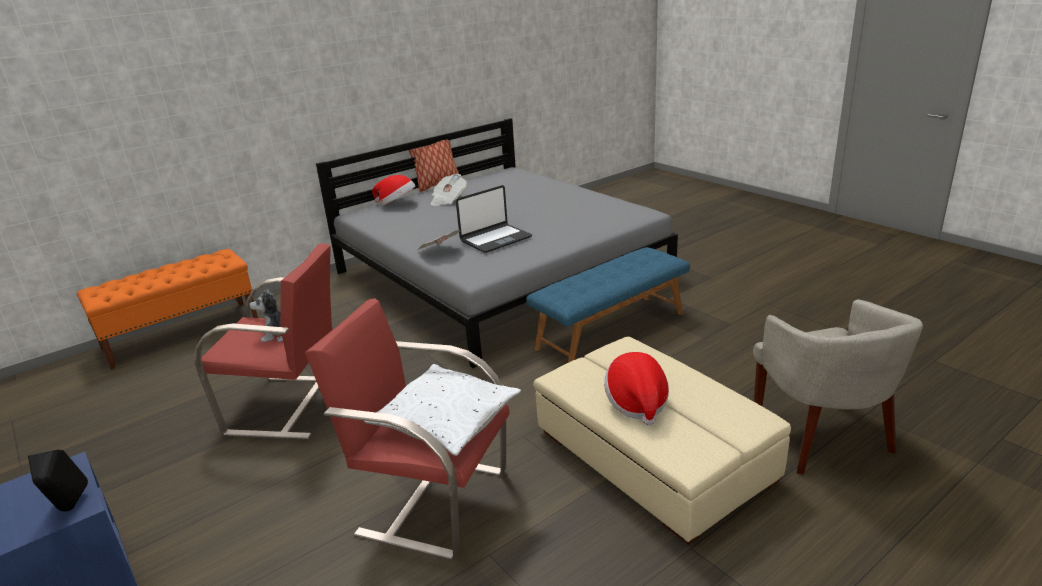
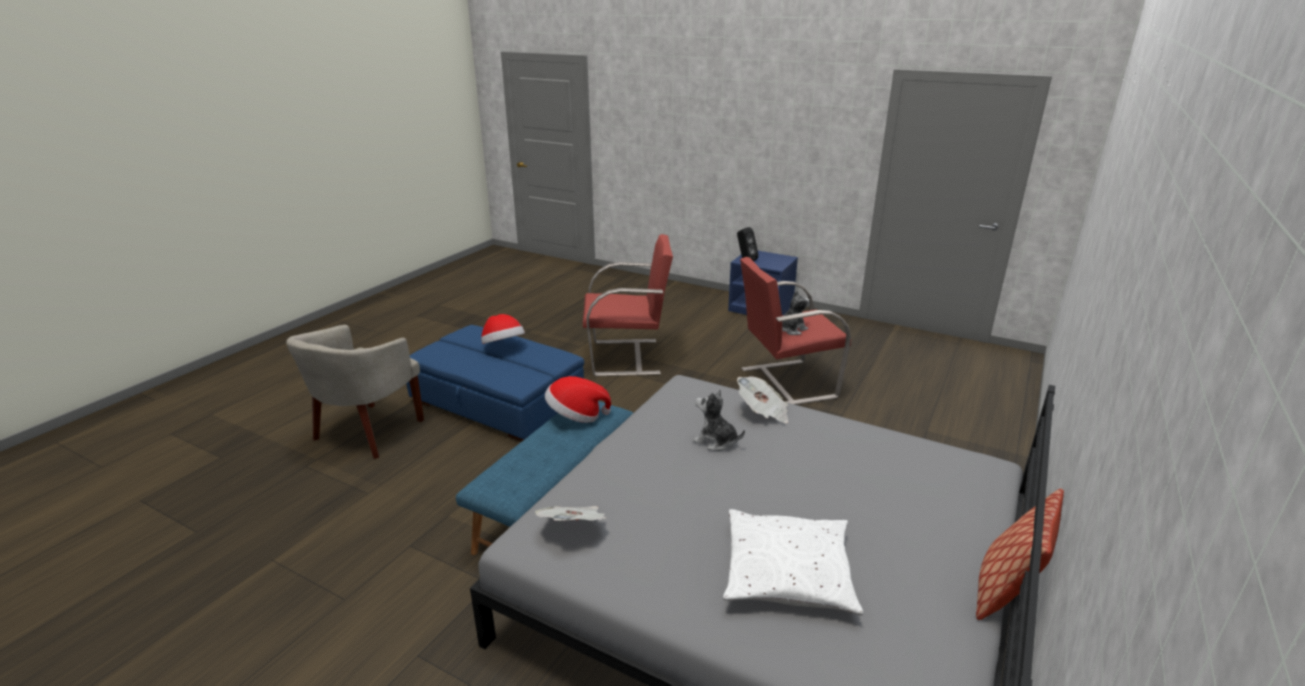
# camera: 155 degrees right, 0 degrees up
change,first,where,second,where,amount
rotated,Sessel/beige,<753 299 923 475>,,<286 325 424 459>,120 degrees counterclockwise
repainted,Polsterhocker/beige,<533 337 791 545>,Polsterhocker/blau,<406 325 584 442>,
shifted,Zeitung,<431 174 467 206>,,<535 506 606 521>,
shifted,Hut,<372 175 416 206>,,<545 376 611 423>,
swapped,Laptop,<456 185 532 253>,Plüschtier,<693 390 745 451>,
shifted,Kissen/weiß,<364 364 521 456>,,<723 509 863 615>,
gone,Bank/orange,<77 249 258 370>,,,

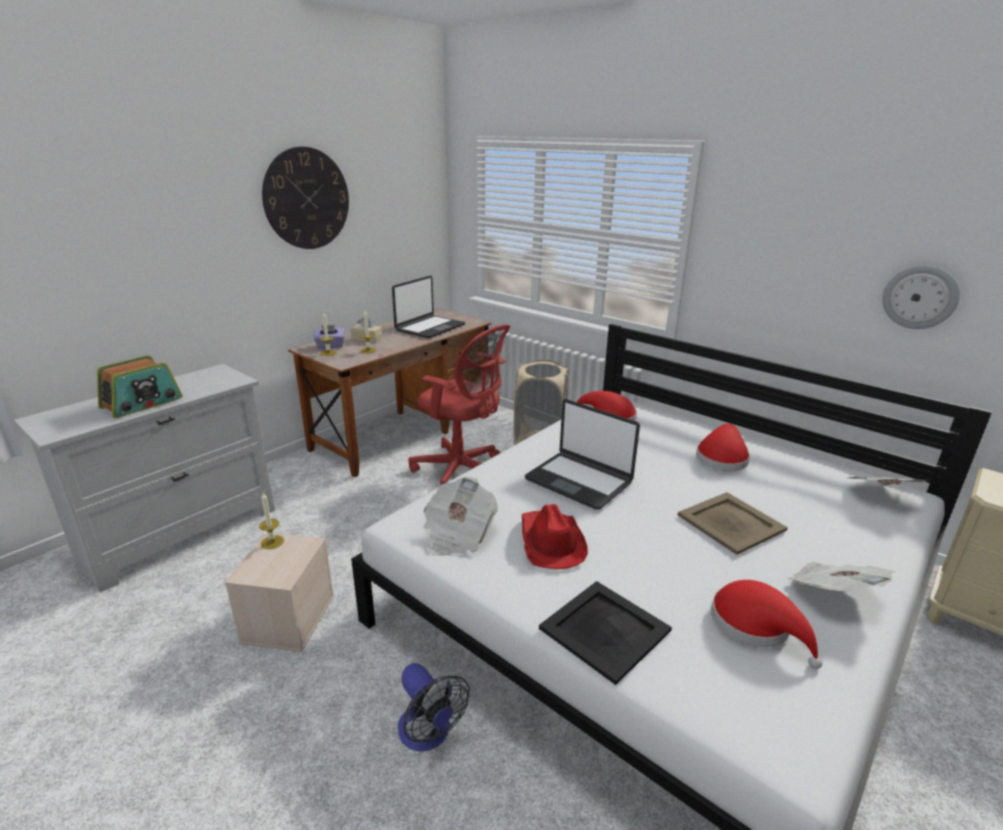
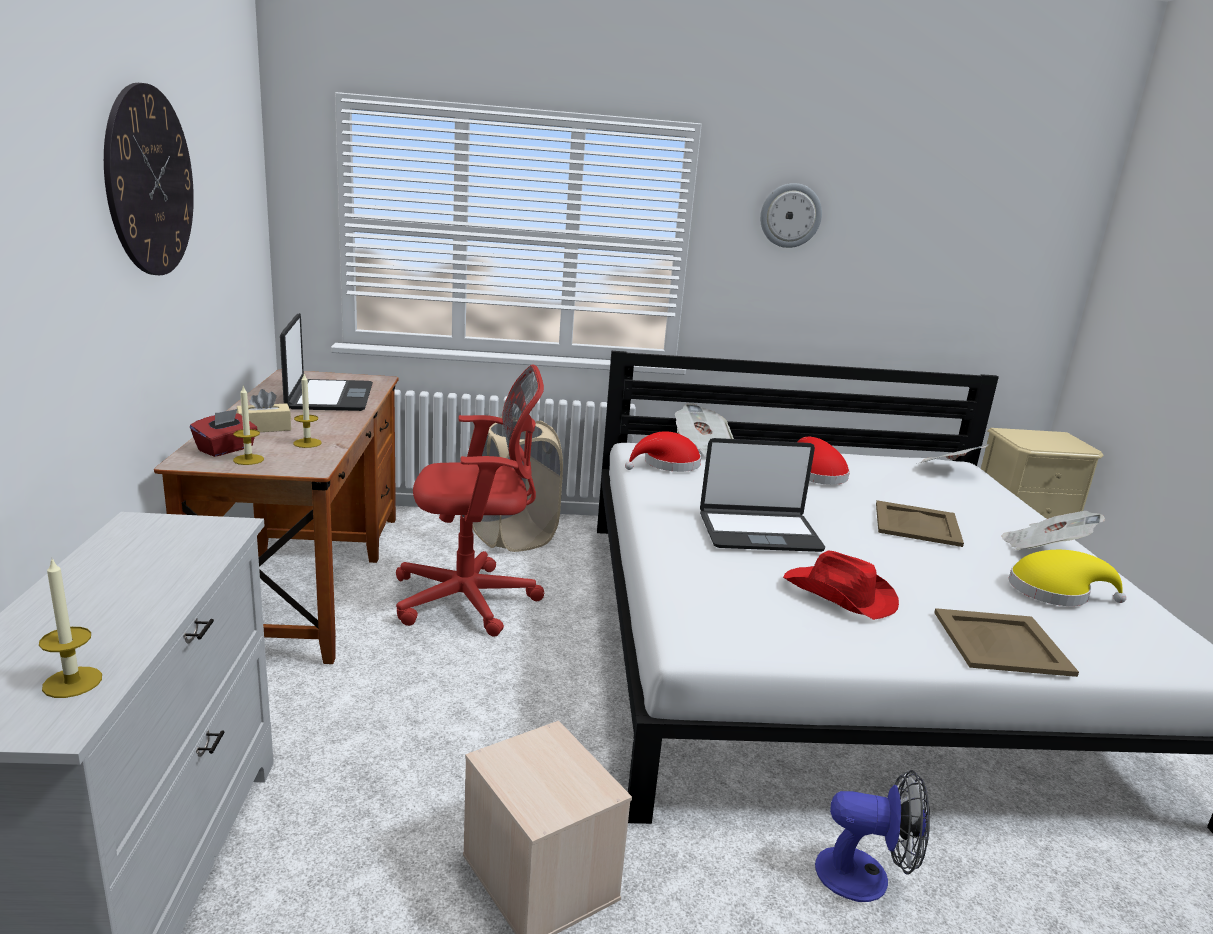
# camera: 45 degrees left, 5 degrees down
change,first,where,second,where,amount
shifted,Kerze,<259 493 284 549>,,<39 559 102 698>,
repainted,Taschentuchbox/lila,<314 325 344 349>,Taschentuchbox/rot,<190 409 257 457>,
shifted,Zeitung,<424 477 498 556>,,<675 403 734 456>,
shifted,Wanduhr,<883 266 960 329>,,<760 183 822 248>,
repainted,Tablett/schwarz,<539 581 672 685>,Tablett/beige,<934 608 1079 677>,
repainted,Hut/rot,<711 580 822 669>,Hut/gelb,<1009 550 1127 606>,
gone,Radio,<97 355 183 418>,,,

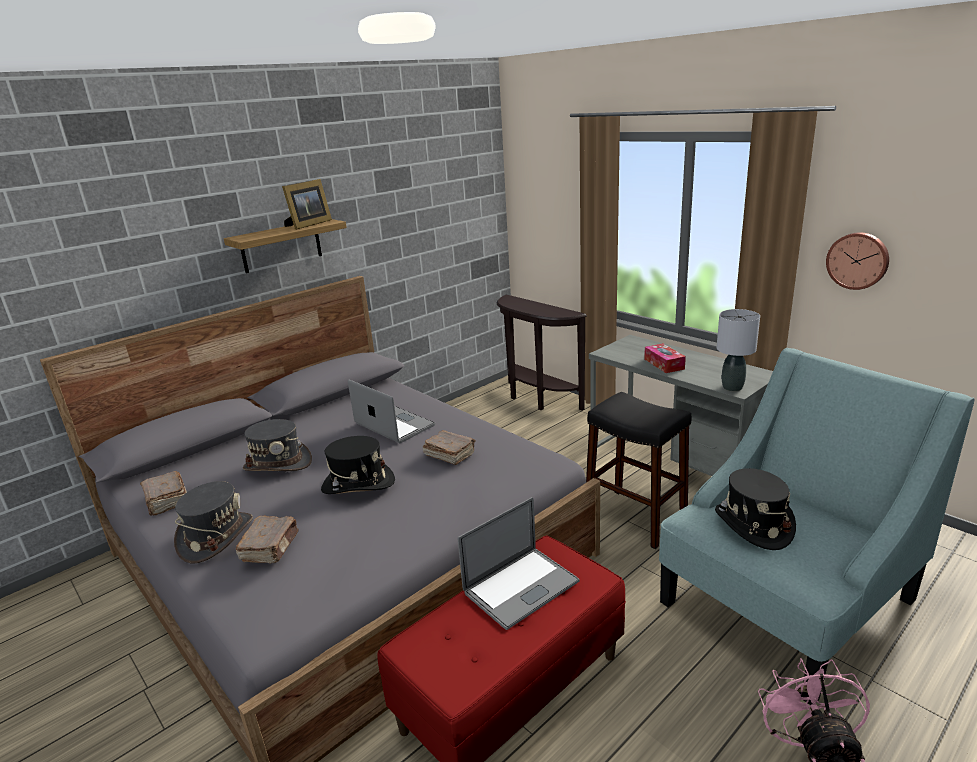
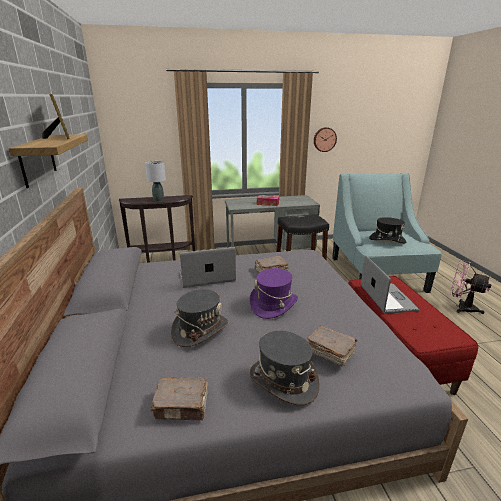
# camera: 60 degrees left, 0 degrees up
change,first,where,second,where,amount
shifted,Tischlampe/grau,<717 309 760 391>,,<145 161 166 202>,
repainted,Hut/schwarz,<321 436 395 494>,Hut/lila,<249 268 298 319>,

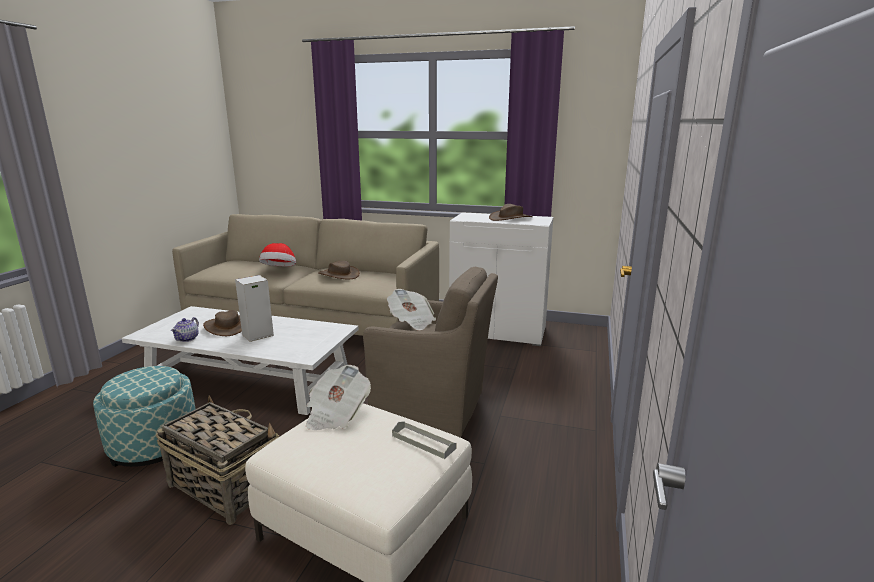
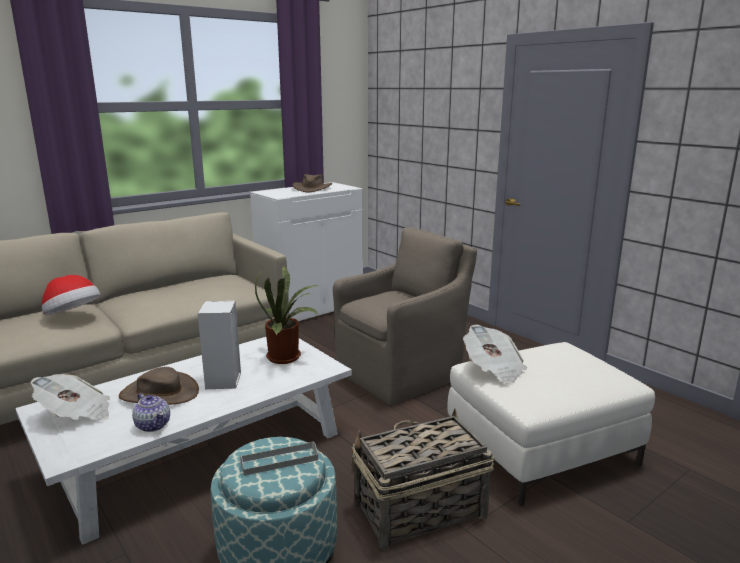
# camera: 55 degrees left, 0 degrees up
change,first,where,second,where,amount
shifted,Zeitung,<387 289 436 331>,,<31 374 110 420>,
shifted,Tablett/grau,<392 421 456 459>,,<240 441 318 476>,
new,,,Topfpflanze,<255 266 318 364>,
gone,Hut/braun,<318 261 360 279>,,,

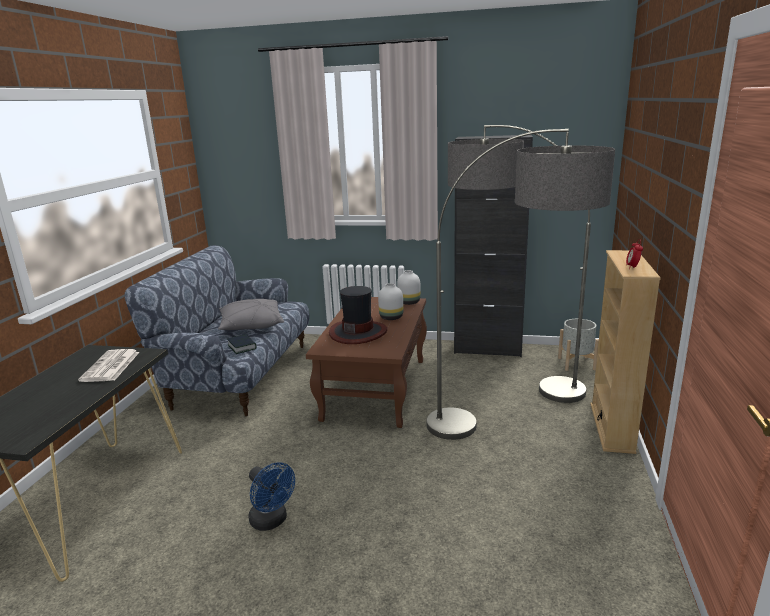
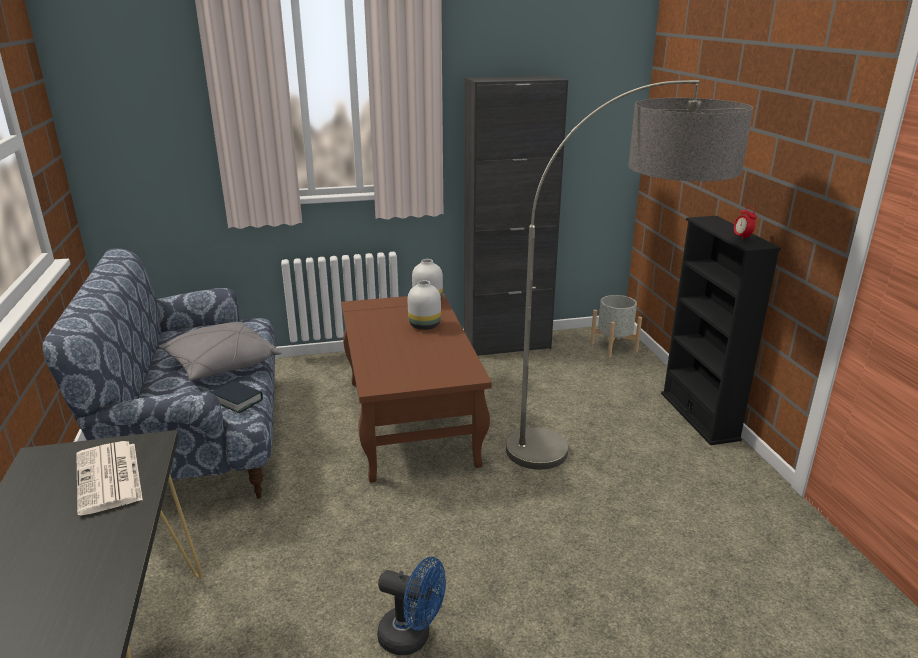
# camera: 25 degrees left, 5 degrees up
change,first,where,second,where,amount
repainted,Bücherregal/beige,<590 250 661 454>,Bücherregal/schwarz,<661 216 781 445>,
gone,Hut,<329 286 387 344>,,,
gone,Stehlampe,<448 125 591 403>,,,

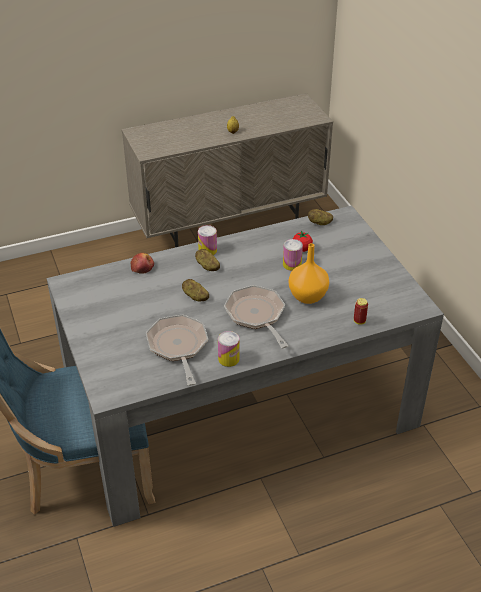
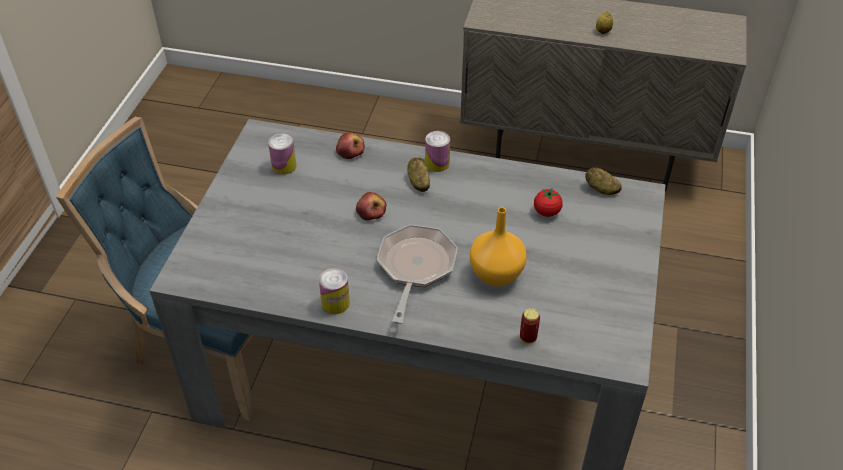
# camera: 35 degrees right, 5 degrees up
change,first,where,second,where,amount
shifted,Dose,<283 239 303 271>,,<268 133 296 175>,
swapped,Kartoffel,<182 279 209 301>,Apfel,<356 192 387 220>,
gone,Pfanne,<146 314 208 386>,,,

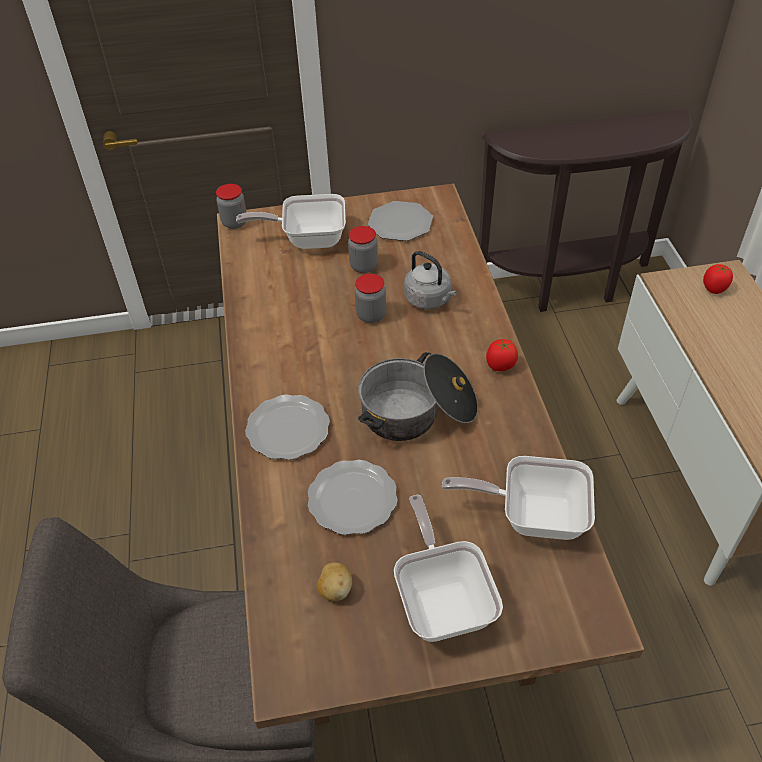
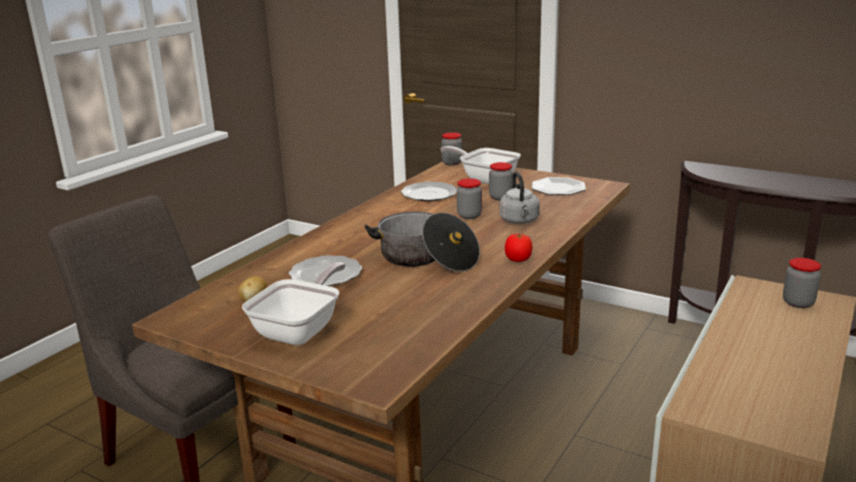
# camera: 40 degrees right, 25 degrees down
change,first,where,second,where,amount
shifted,Teller,<245 394 330 460>,,<401 181 457 201>,
swapped,Tomate,<703 264 733 294>,Vorratsglas,<783 258 821 308>,
gone,Pfanne,<442 456 595 540>,,,

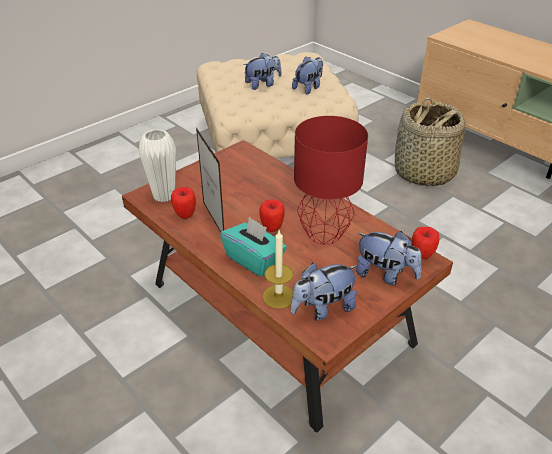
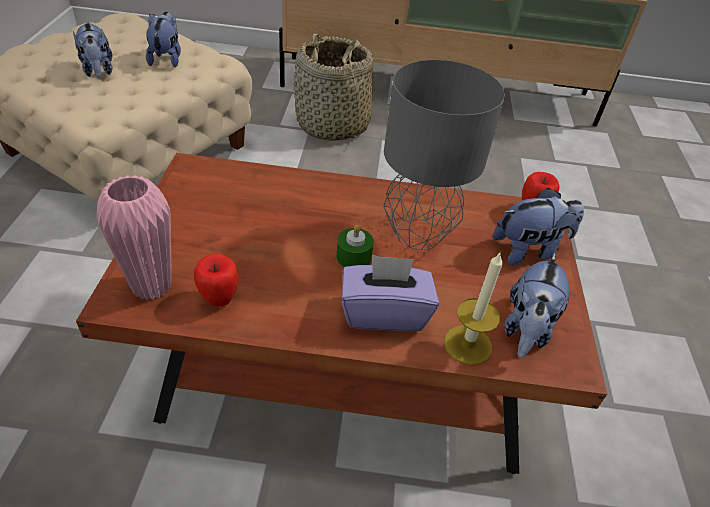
# camera: 45 degrees left, 5 degrees up
change,first,where,second,where,amount
rotated,Plüschtier,<244 53 282 90>,,<73 21 112 78>,135 degrees clockwise
repainted,Vase/weiß,<138 129 176 202>,Vase/rosa,<97 175 172 300>,
swapped,Apfel,<259 200 285 232>,Kerze/grün,<336 225 374 267>,
repainted,Taschentuchbox/türkis,<220 217 287 277>,Taschentuchbox/lila,<341 255 439 332>,
repainted,Tischlampe/rot,<294 116 368 245>,Tischlampe/grau,<383 60 505 250>,
gone,Bilderrahmen,<196 128 224 232>,,,

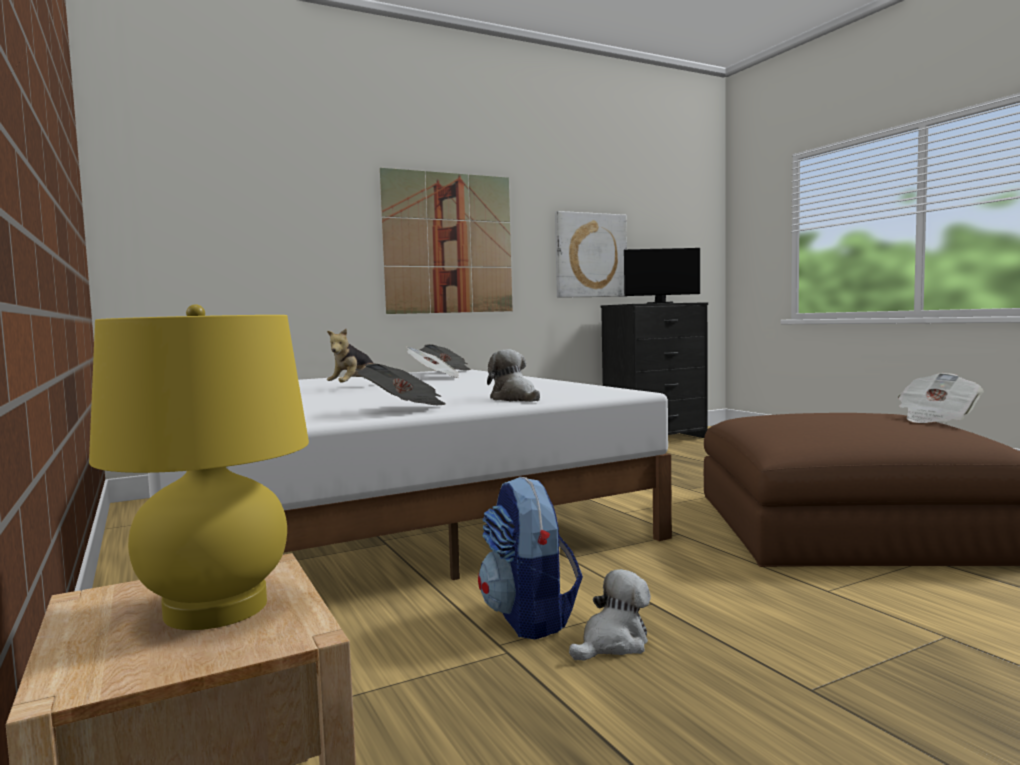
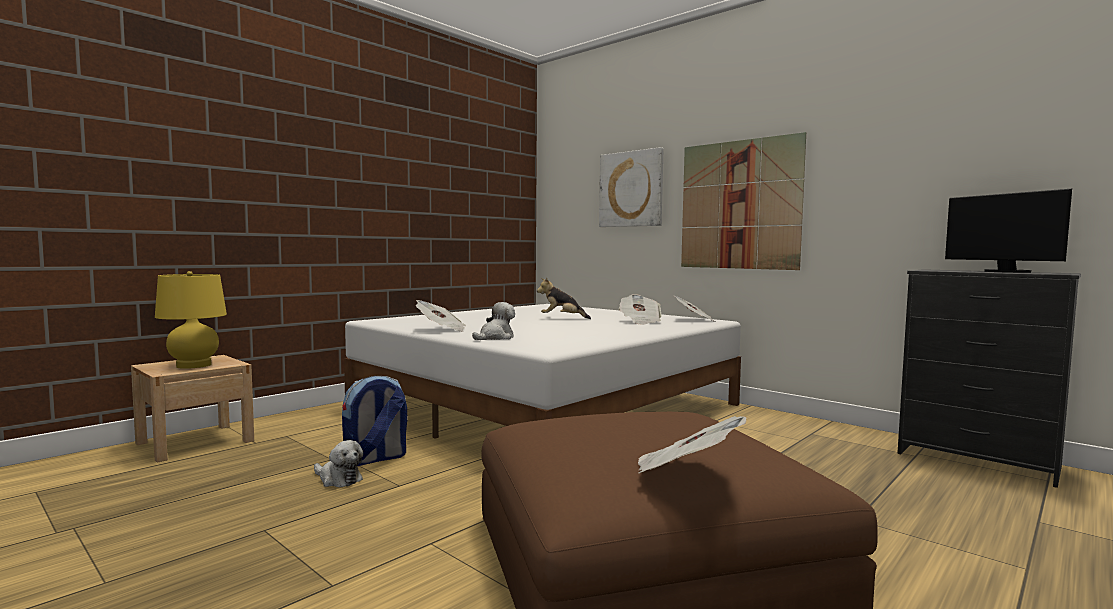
# camera: 70 degrees right, 0 degrees up
change,first,where,second,where,amount
shifted,Bild,<555 211 627 298>,,<599 147 664 227>,

